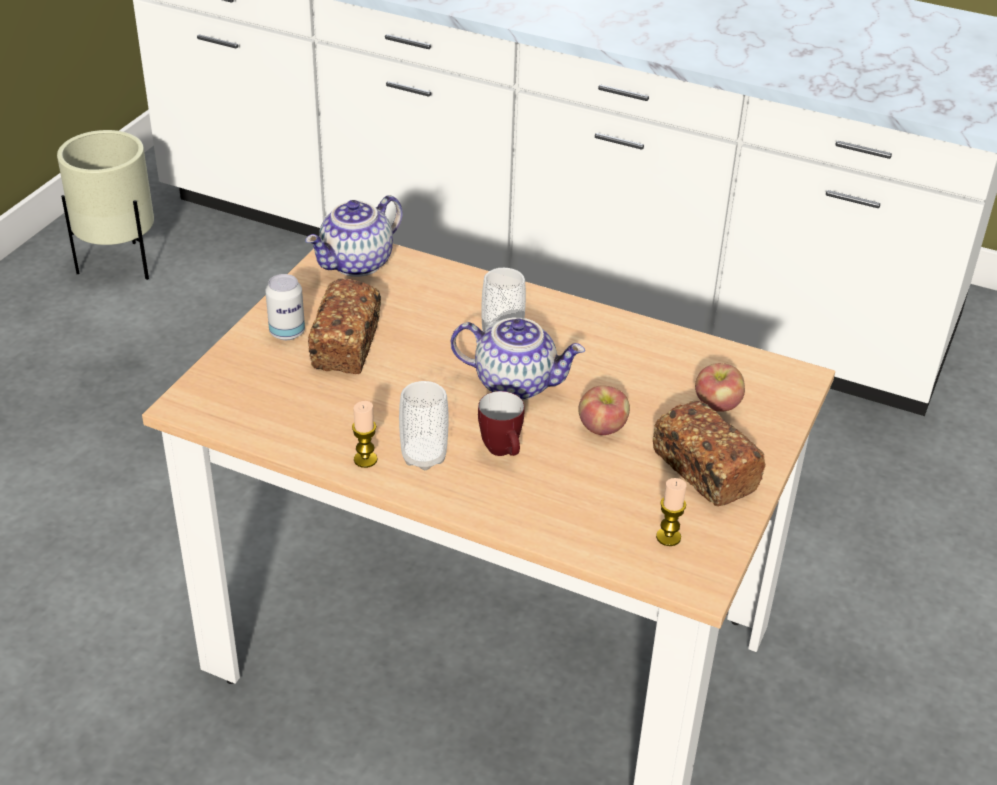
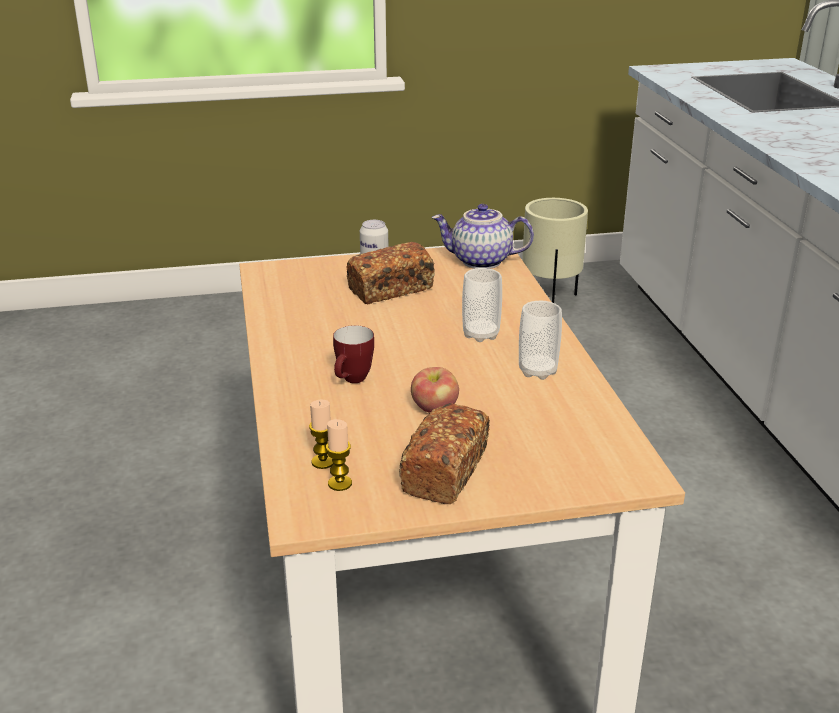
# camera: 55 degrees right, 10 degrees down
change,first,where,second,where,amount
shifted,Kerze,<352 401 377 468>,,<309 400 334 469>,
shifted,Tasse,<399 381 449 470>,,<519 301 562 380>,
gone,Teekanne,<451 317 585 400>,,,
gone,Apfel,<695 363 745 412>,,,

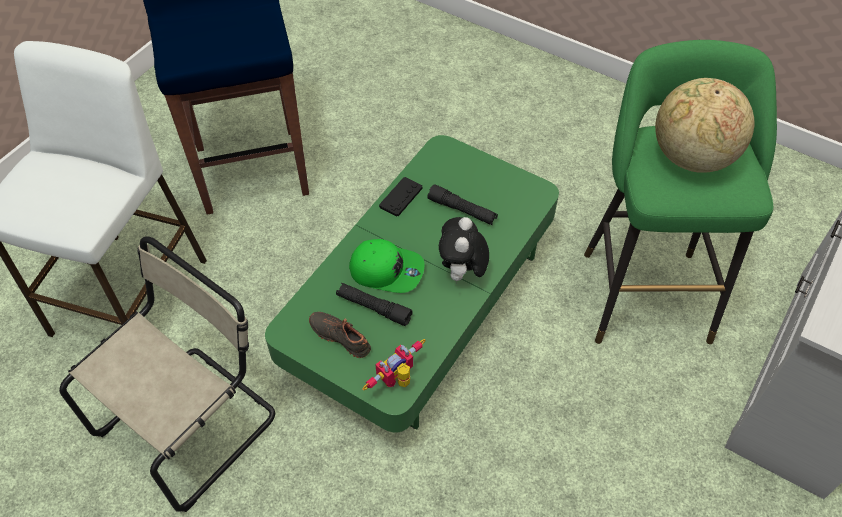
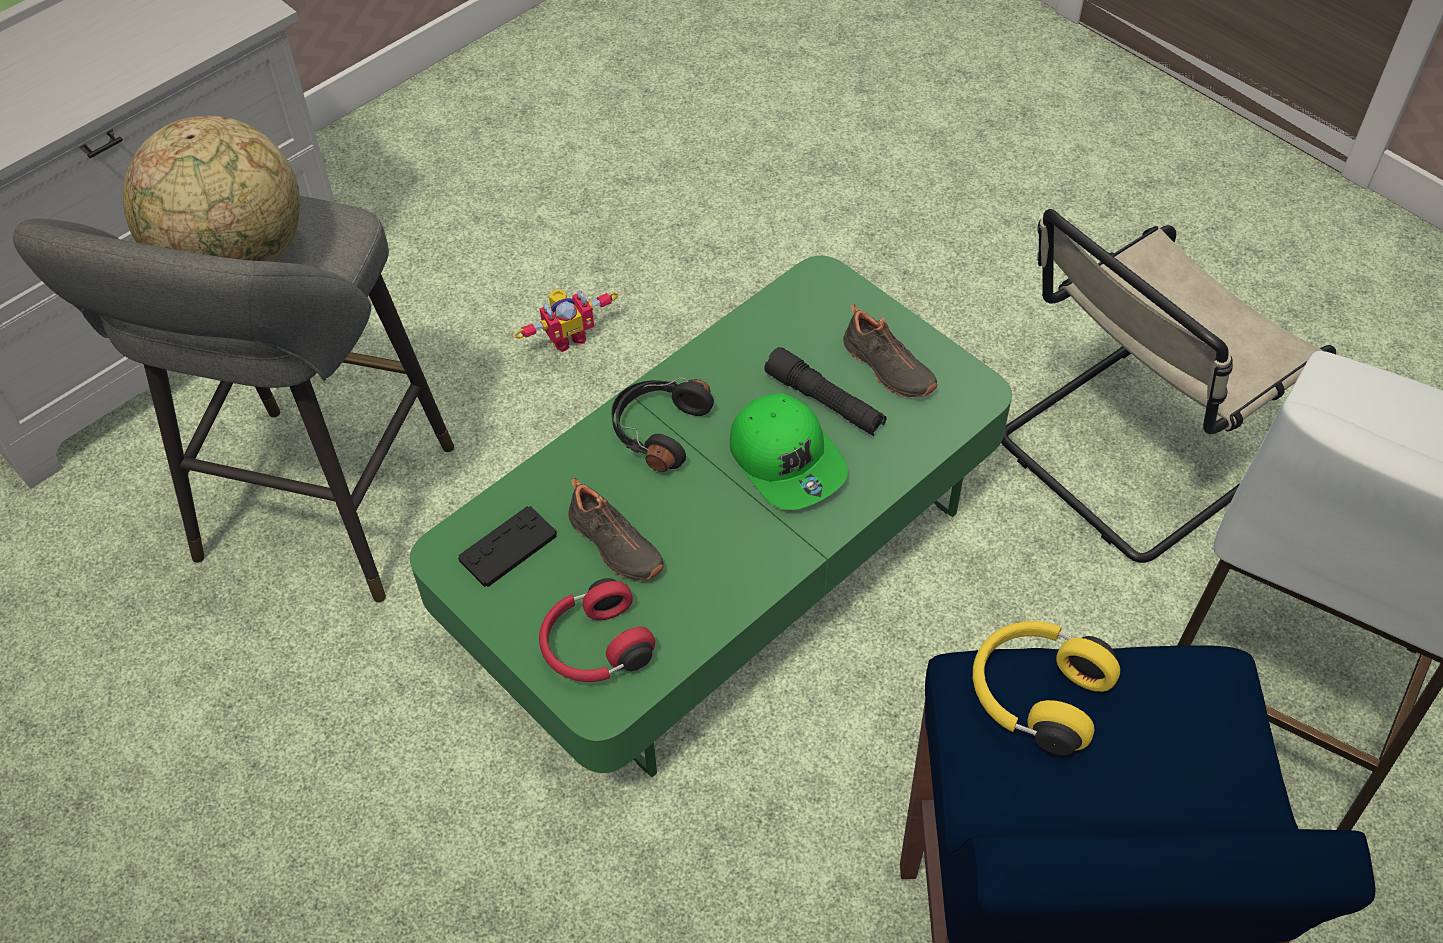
# camera: 165 degrees left, 0 degrees up
change,first,where,second,where,amount
repainted,Hocker/grün,<584 40 777 344>,Hocker/grau,<13 196 454 602>,
shifted,Gamepad/schwarz,<379 177 423 217>,,<458 506 557 587>,
shifted,Spielzeugroboter,<362 339 425 391>,,<514 290 618 352>,
new,,,Kopfhörer/rot,<539 578 655 682>,
swapped,Taschenlampe/schwarz,<427 184 498 225>,Schuh/schwarz,<568 478 665 580>,
swapped,Plüschtier,<439 217 489 281>,Kopfhörer/schwarz,<611 378 714 472>,
rotated,Kappe/grün,<349 239 424 293>,,<730 393 848 510>,150 degrees counterclockwise
new,,,Kopfhörer/gelb,<973 621 1120 755>,

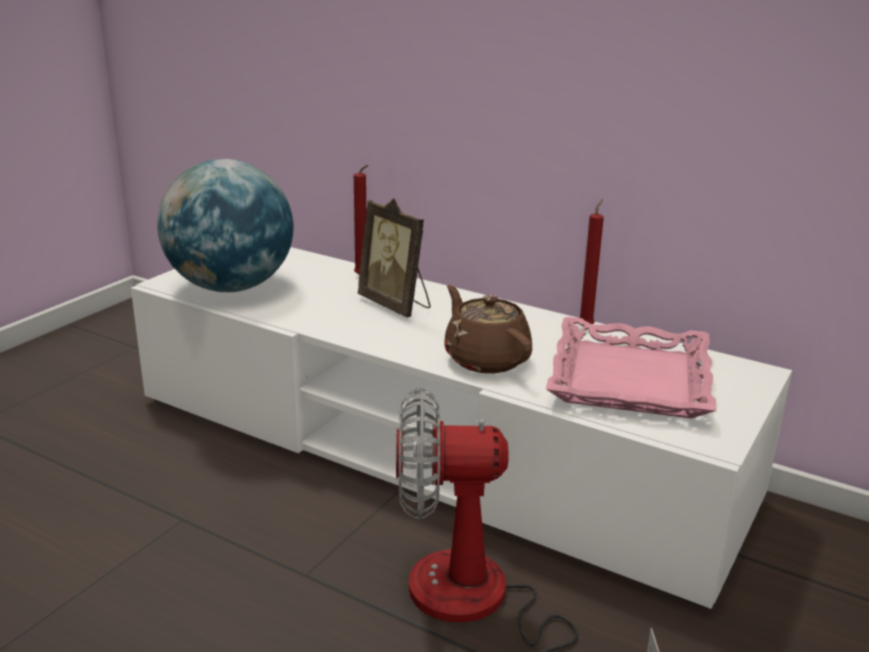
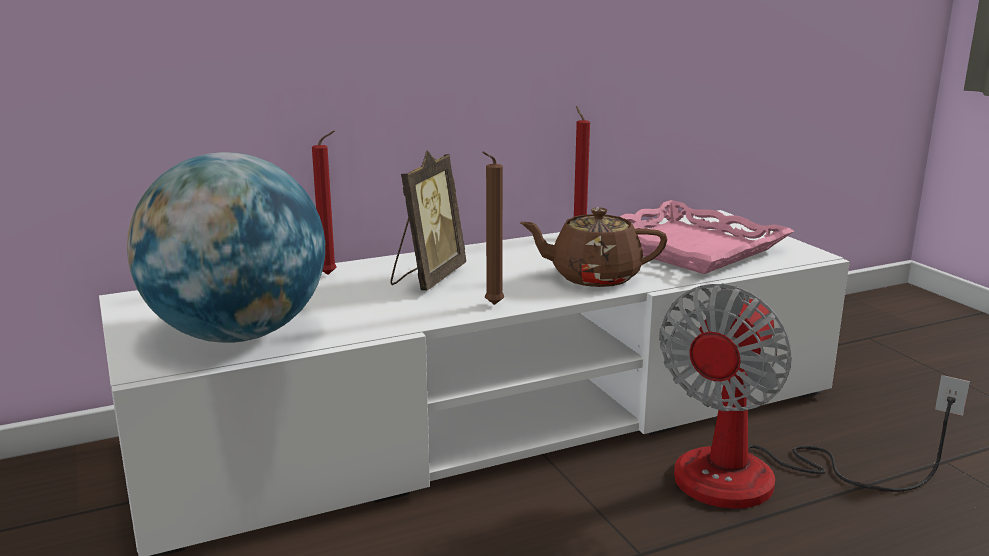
# camera: 55 degrees left, 5 degrees down
change,first,where,second,where,amount
rotated,Bilderrahmen,<358 198 431 317>,,<390 150 466 291>,60 degrees counterclockwise
new,,,Kerze/braun,<482 151 504 305>,

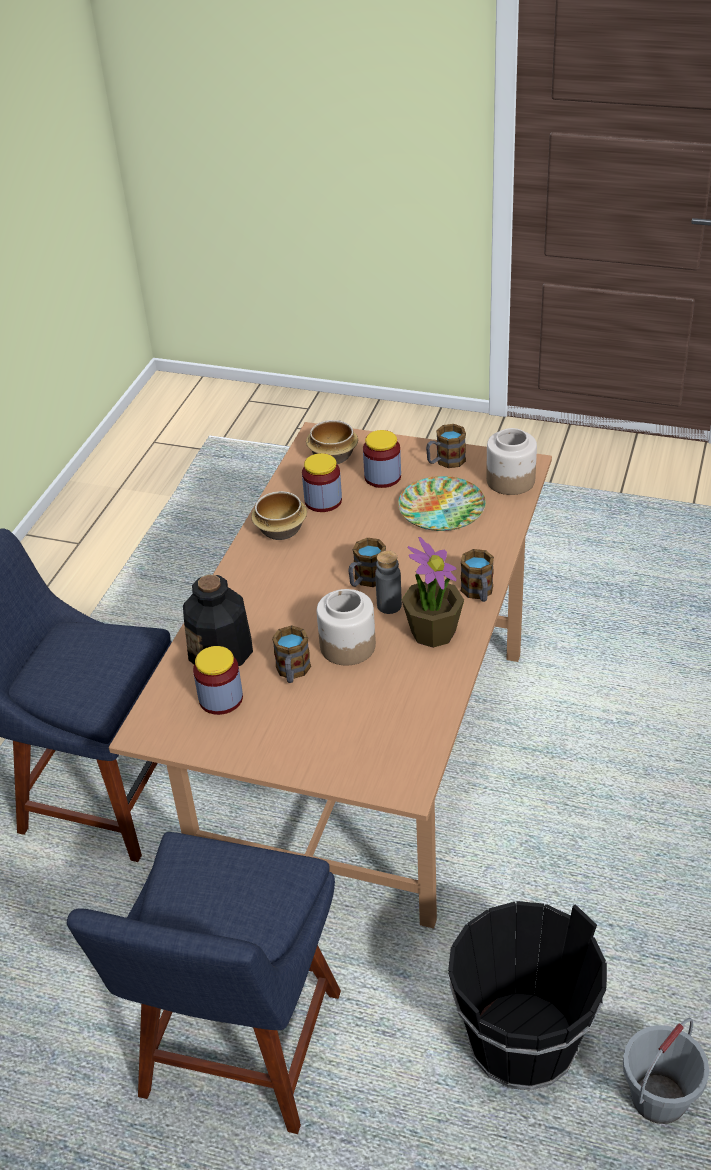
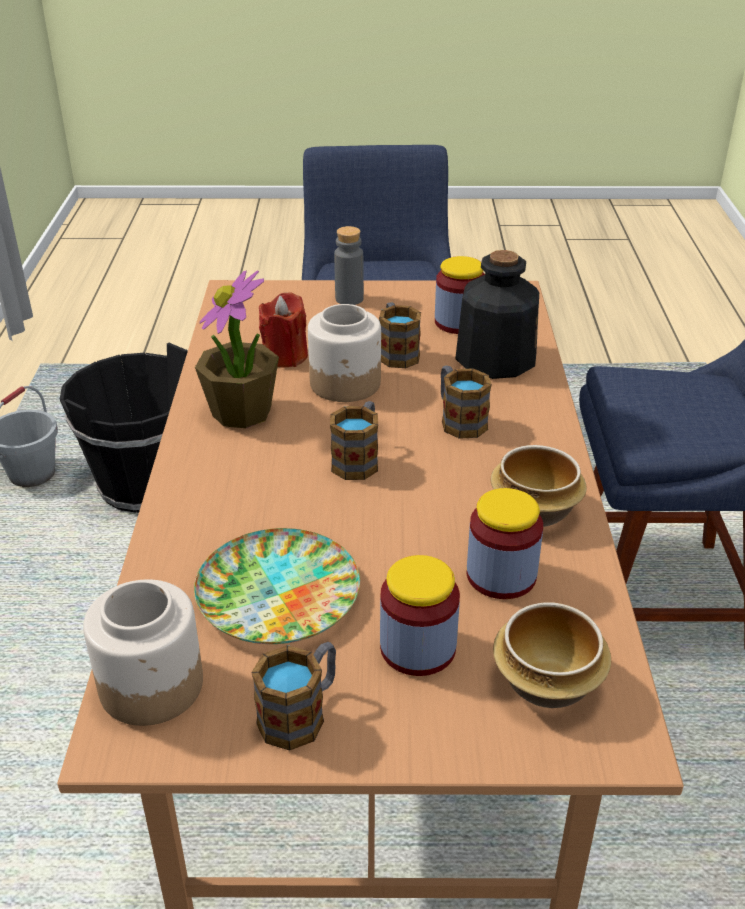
# camera: 160 degrees right, 5 degrees down
change,first,where,second,where,amount
new,,,Kerze/rot,<259 292 308 368>,
shifted,Flasche/grau,<375 551 402 614>,,<334 226 364 305>,
shifted,Henkelbecher,<461 549 494 602>,,<441 366 492 439>,

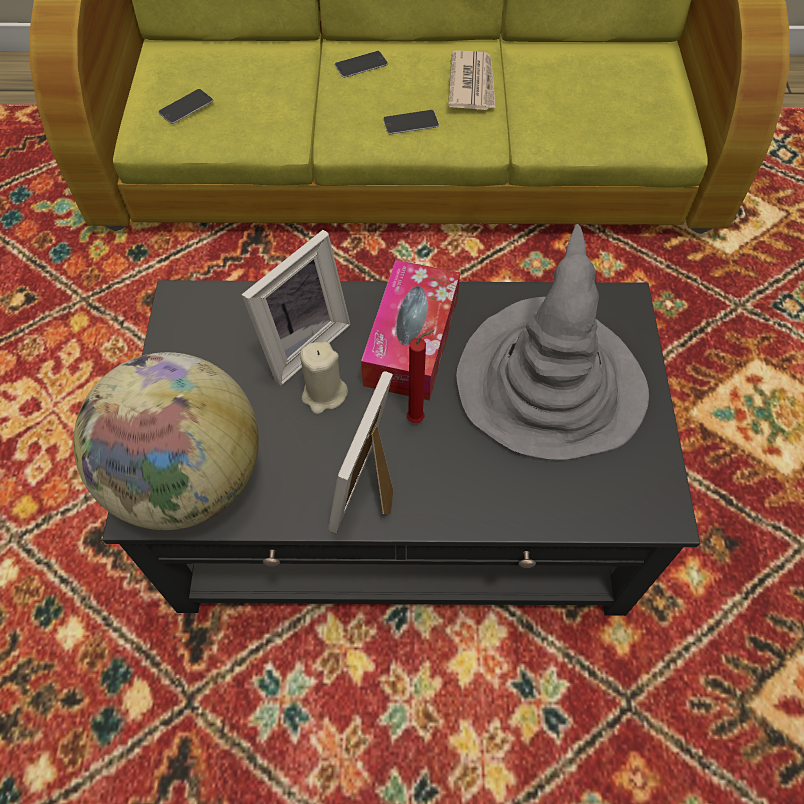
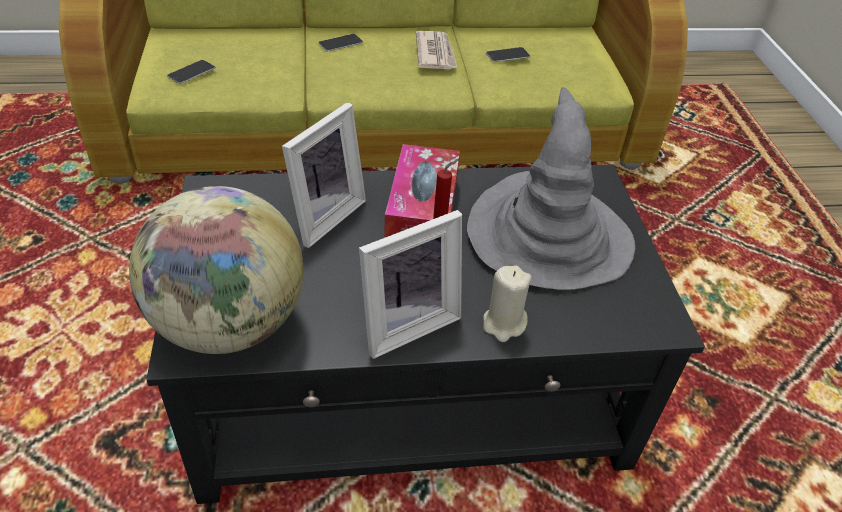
# camera: 10 degrees left, 15 degrees down
change,first,where,second,where,amount
rotated,Bilderrahmen,<328 371 393 534>,,<359 210 462 359>,135 degrees counterclockwise
shifted,Kerze/beige,<300 342 348 414>,,<483 265 532 342>,
shifted,Handy,<383 110 439 134>,,<486 47 531 62>,

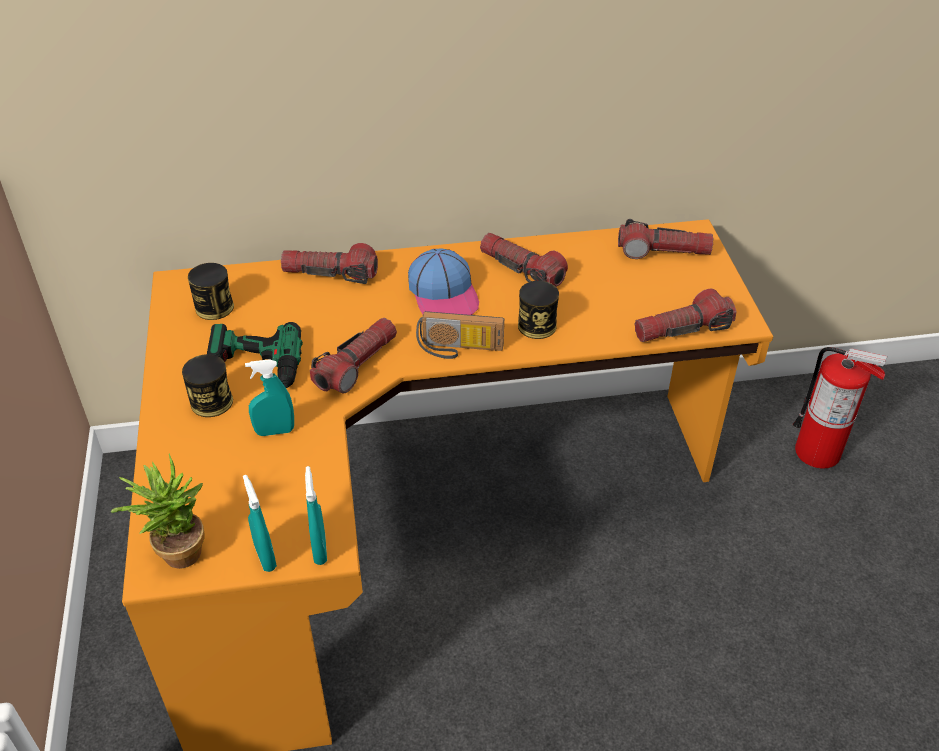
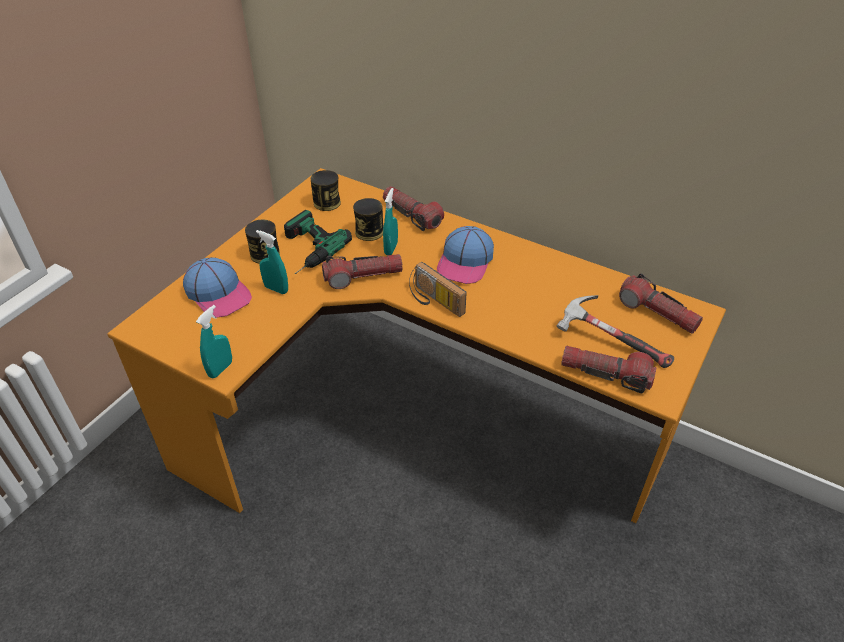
# camera: 40 degrees right, 0 degrees up
change,first,where,second,where,amount
new,,,Kappe,<183 257 252 318>,
shifted,Dose,<518 281 559 339>,,<353 198 383 241>,
shifted,Sprühflasche/türkis,<243 475 277 572>,,<383 188 398 255>,
new,,,Hammer,<557 295 674 368>,
gone,Topfpflanze,<111 453 205 569>,,,
gone,Taschenlampe,<480 233 568 287>,,,
gone,Feuerlöscher,<793 347 888 469>,,,

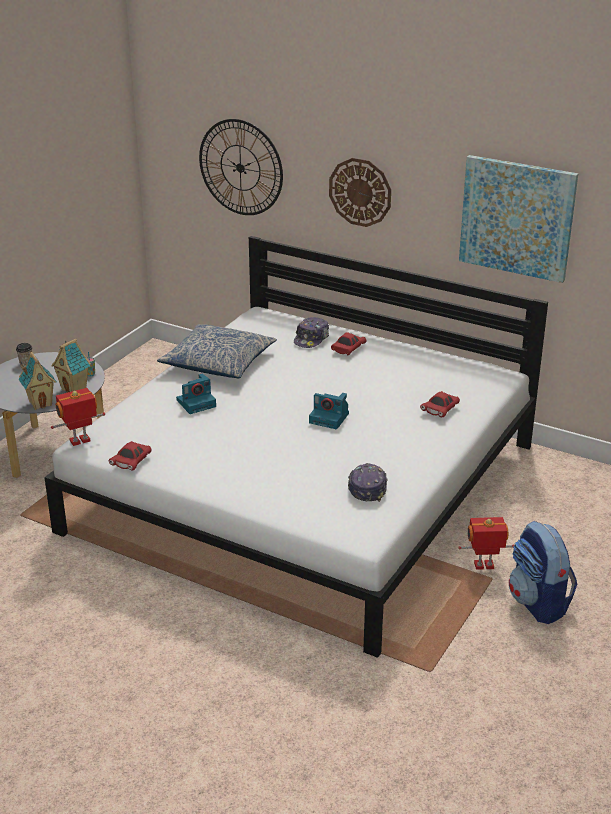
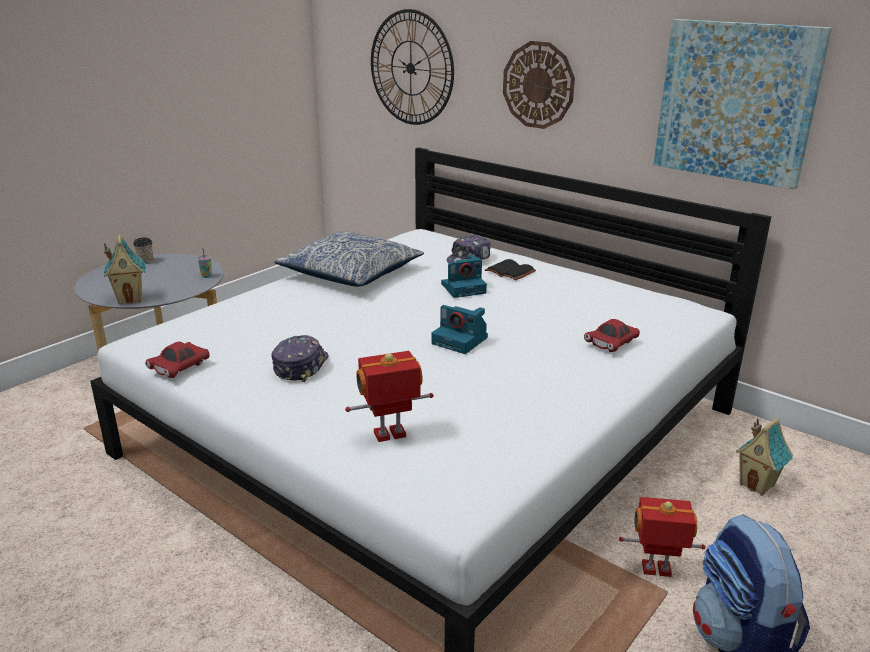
# camera: 10 degrees right, 5 degrees down
change,first,where,second,where,amount
shifted,Kappe,<348 463 387 502>,,<271 335 328 382>,
shifted,Spielzeugroboter,<51 388 105 446>,,<345 351 434 442>,
shifted,Kamera,<176 374 216 414>,,<441 255 487 298>,
swapped,Spielzeugauto/rot,<331 332 367 355>,Buch/schwarz,<485 259 536 280>,
shifted,Spielzeughaus,<51 339 91 393>,,<736 418 793 496>,

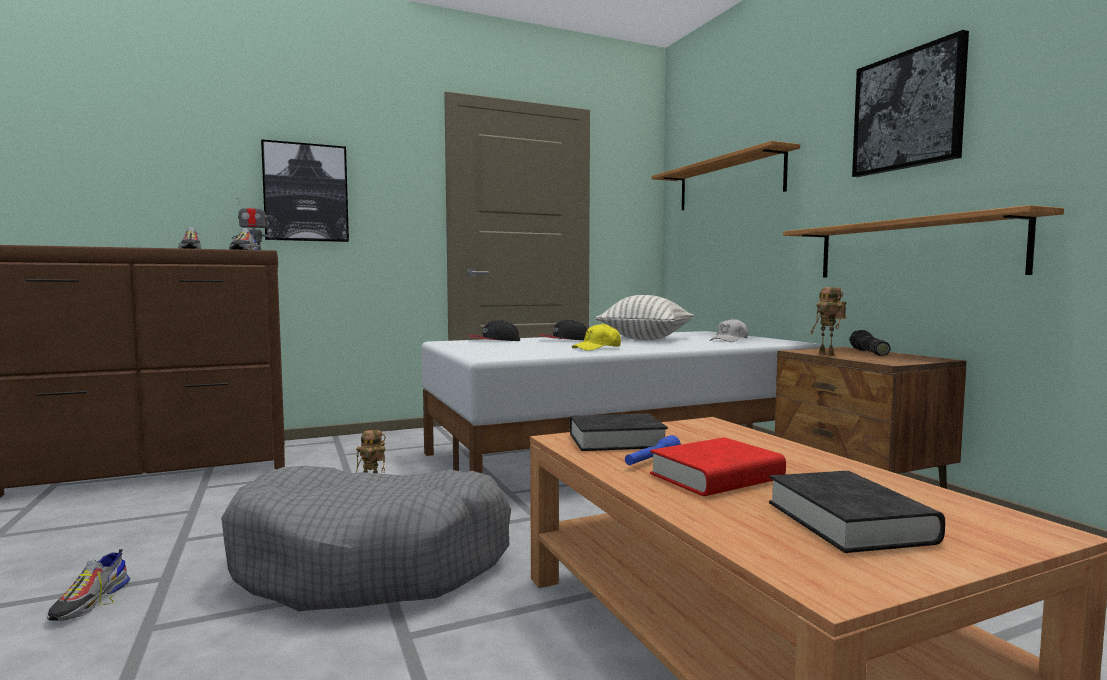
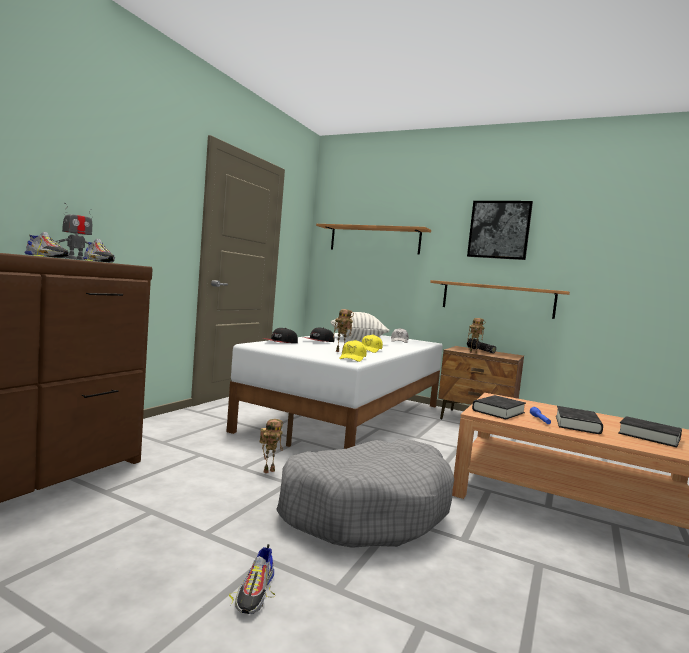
# camera: 40 degrees left, 0 degrees up
change,first,where,second,where,amount
rotated,Schuh,<47 549 130 620>,,<229 544 275 614>,45 degrees clockwise
new,,,Spielzeugroboter,<333 309 354 352>,
new,,,Kappe/gelb,<339 340 367 362>,
repainted,Buch/rot,<650 437 786 496>,Buch/schwarz,<556 406 603 434>,
gone,Bild,<261 139 349 242>,,,

